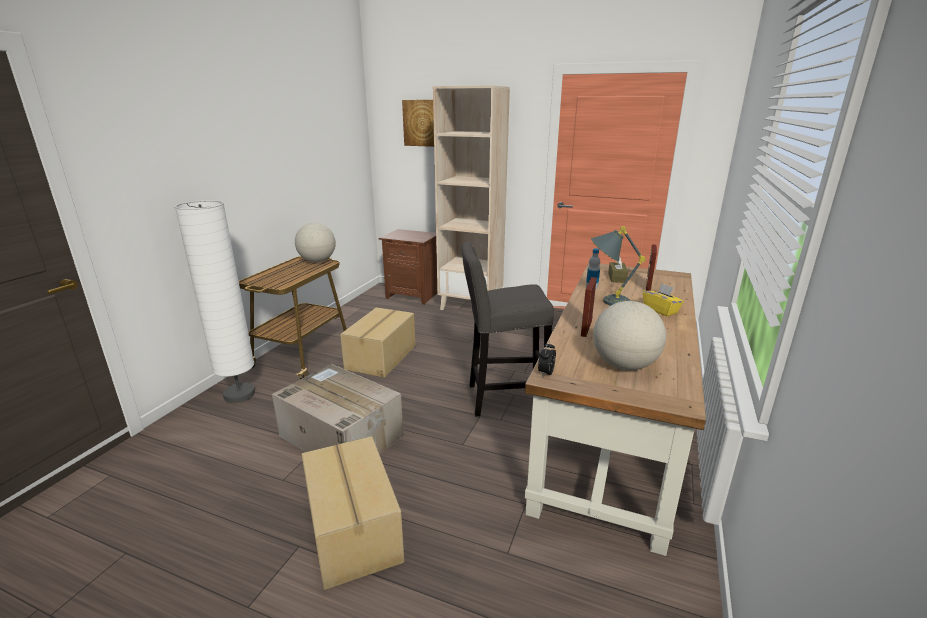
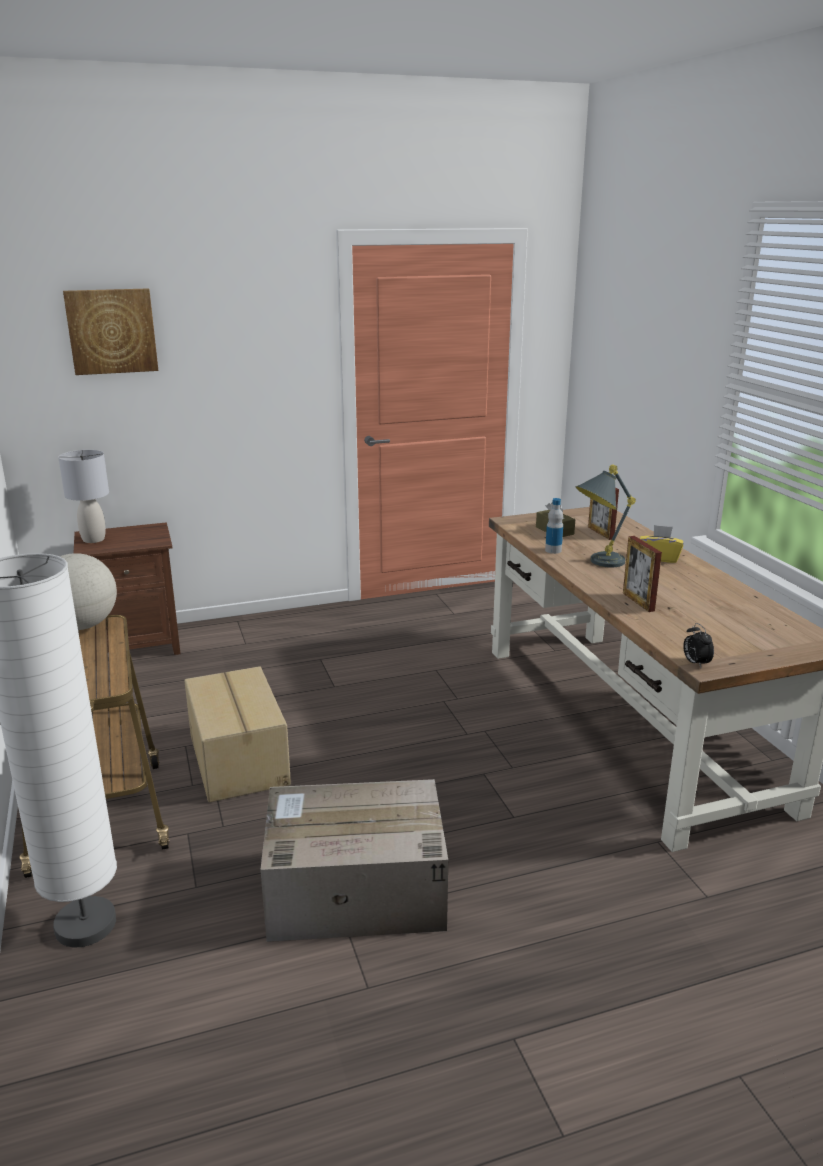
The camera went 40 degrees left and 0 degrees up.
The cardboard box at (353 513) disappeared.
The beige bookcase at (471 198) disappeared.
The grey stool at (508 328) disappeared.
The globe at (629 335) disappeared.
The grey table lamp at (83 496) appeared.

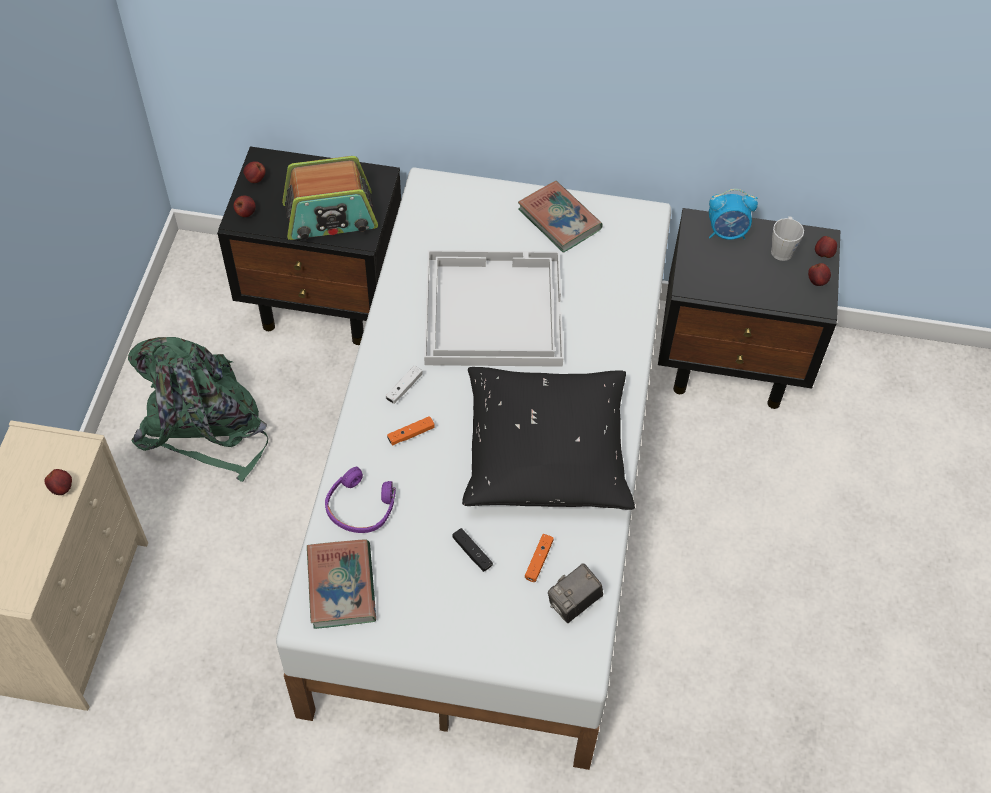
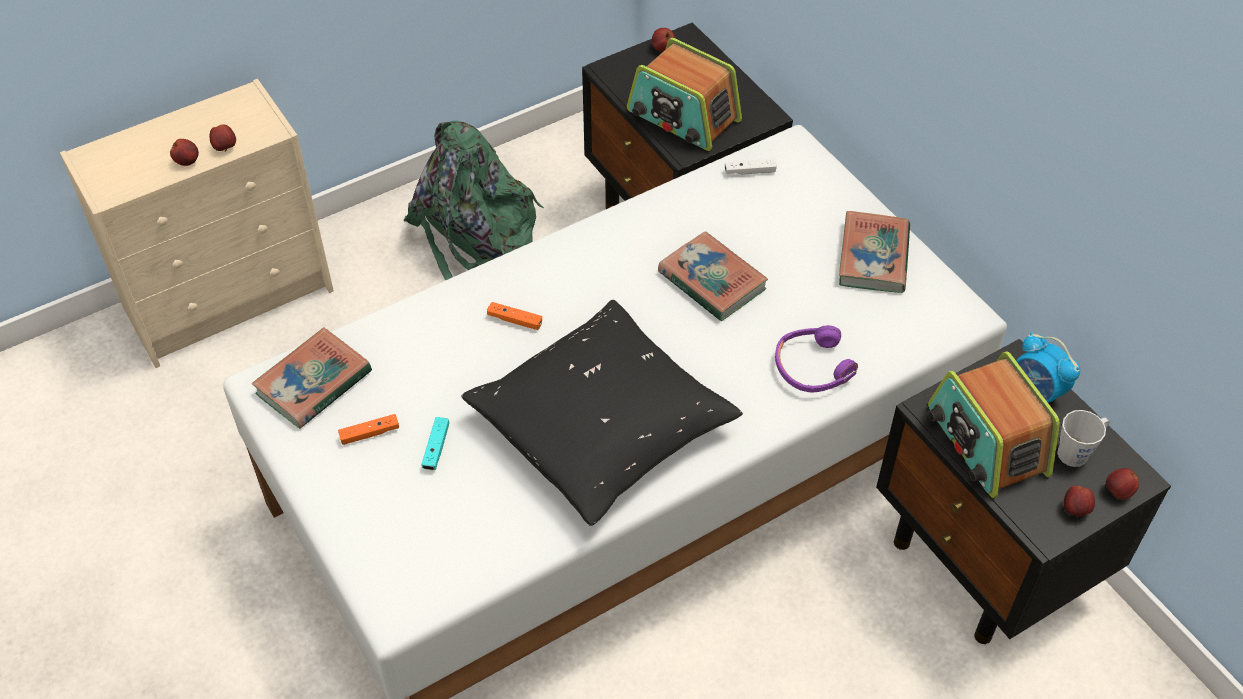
The camera went 50 degrees right and 5 degrees down.
The photo camera at (575 593) disappeared.
The radio at (994 424) appeared.
The apple moved from (245 206) to (184 152).
The purple headphones moved from (360 500) to (816 359).
The white game controller moved from (404 384) to (751 167).
The orange game controller moved from (539 558) to (368 429).
The white tray at (494 308) was replaced by the book at (713 276).
The black game controller at (473 550) became the turquoise game controller at (435 443).

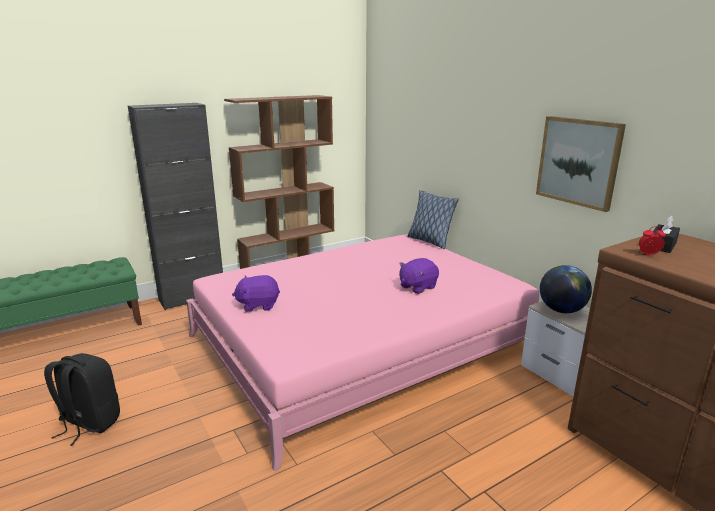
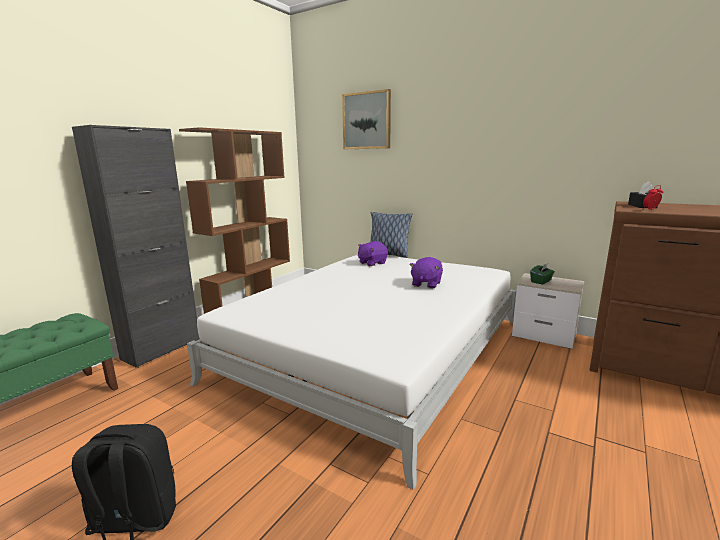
The camera went 25 degrees left and 5 degrees down.
The purple plush toy moved from (256 293) to (373 253).
The picture moved from (581 164) to (366 119).
The globe at (566 289) was replaced by the green tissue box at (542 274).
The pink bed at (362 352) became the white bed at (351 372).

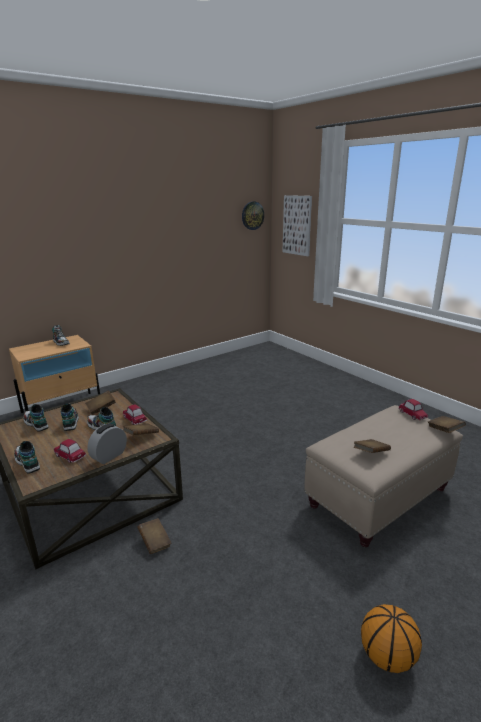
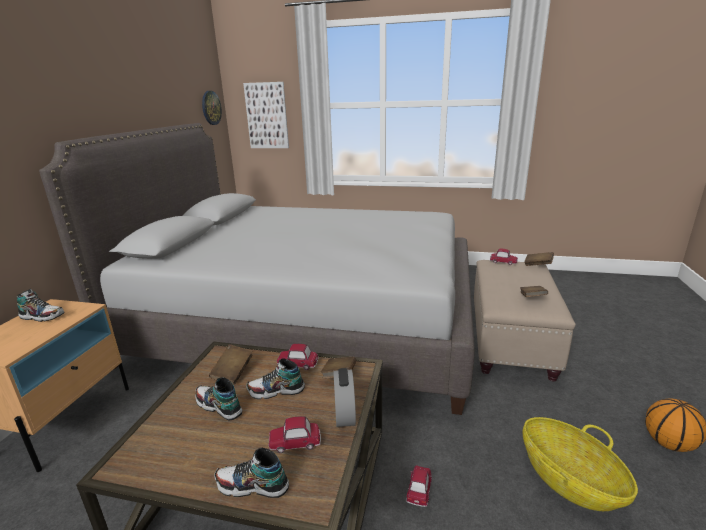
The camera went 40 degrees left and 0 degrees up.
The shoe at (36 418) disappeared.
The grey bed at (257 269) appeared.
The basket at (580 464) appeared.
The brown book at (154 536) was replaced by the toy car at (419 486).

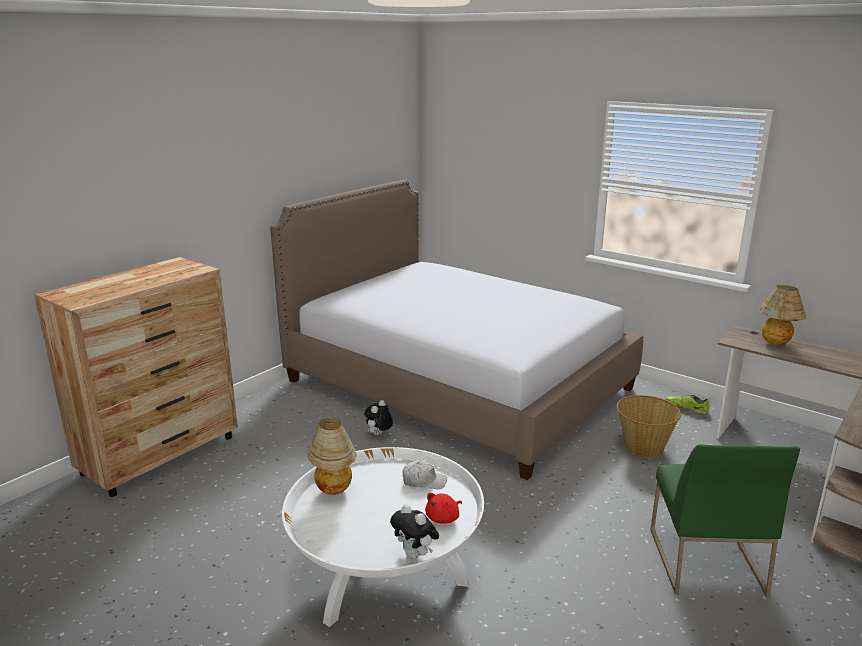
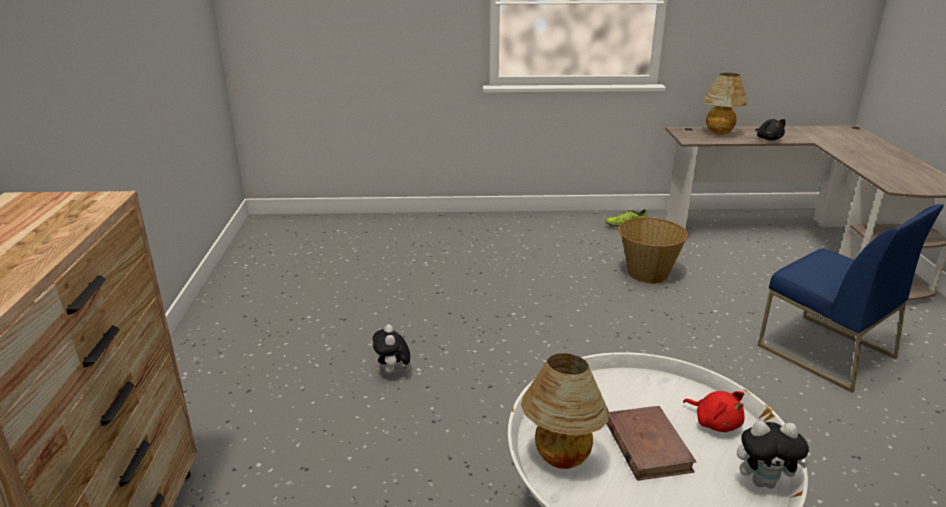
The camera went 40 degrees left and 5 degrees up.
The bed at (456 329) disappeared.
The white cap at (424 474) disappeared.
The brown book at (651 443) appeared.
The black plush toy at (770 129) appeared.
The green chair at (725 520) became the blue chair at (851 298).
The red plush toy at (443 508) turned 45 degrees counterclockwise.

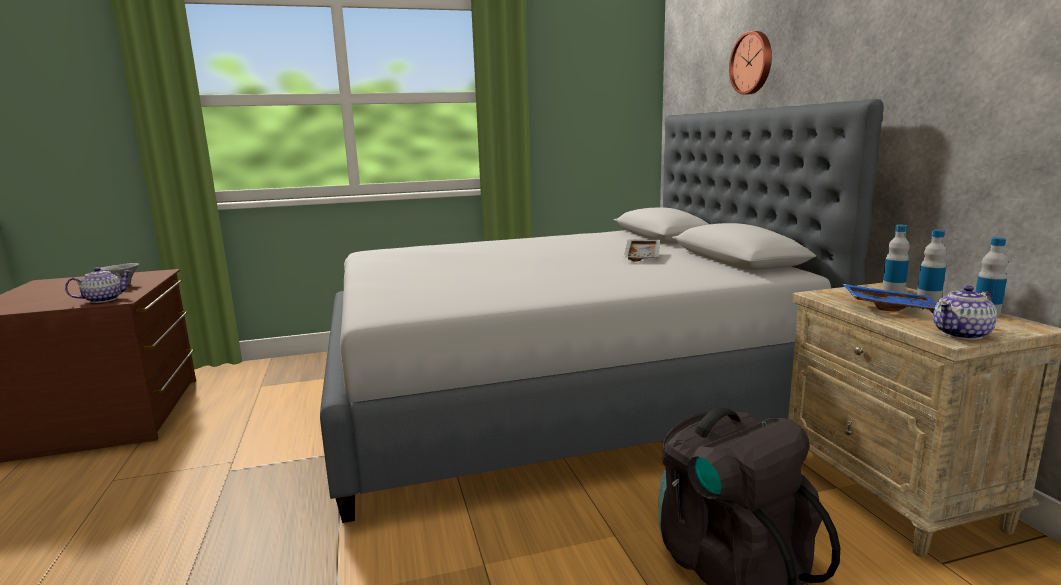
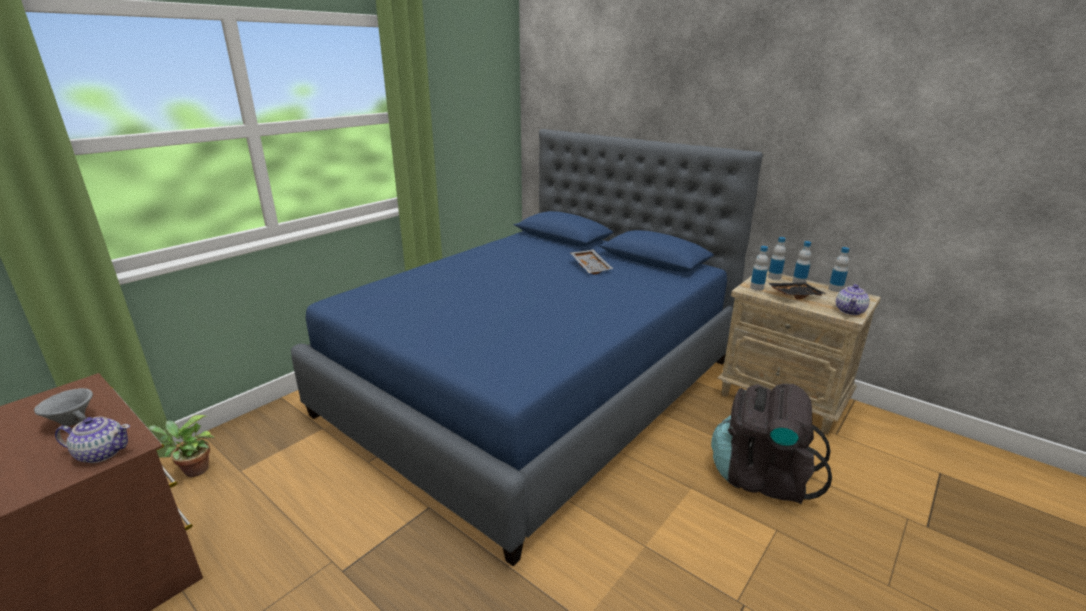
The camera went 35 degrees left and 10 degrees up.
The wall clock at (750 62) disappeared.
The potted plant at (181 446) appeared.
The bottle at (759 268) appeared.
The grey bed at (602 311) became the blue bed at (527 347).
The blue tray at (890 298) became the black tray at (797 290).
The teapot at (98 285) turned 75 degrees clockwise.

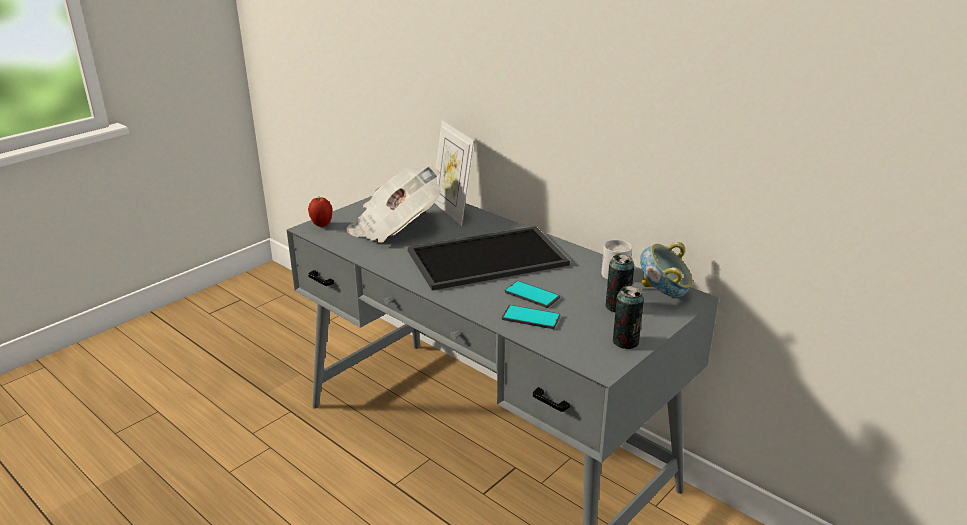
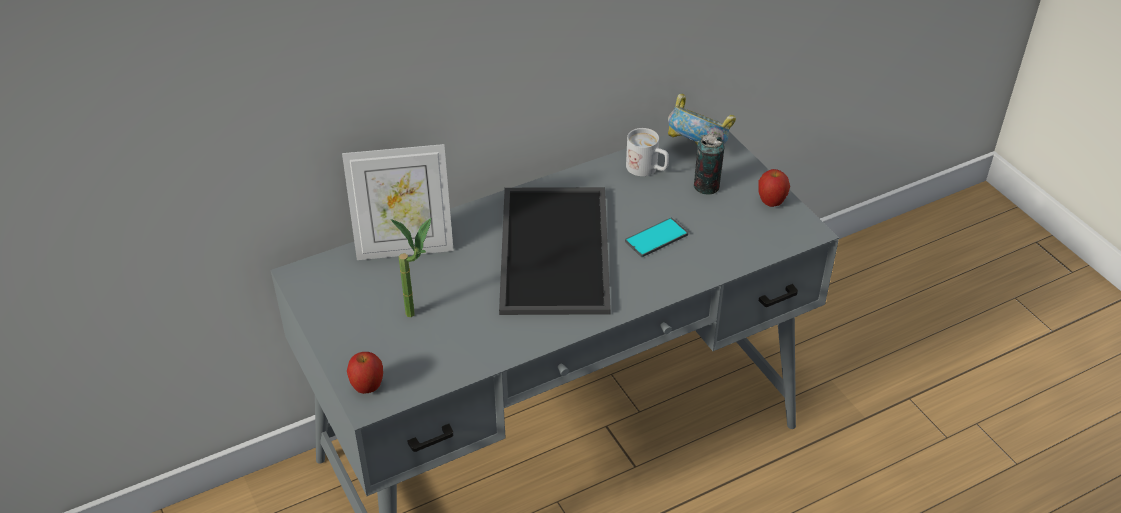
The camera went 70 degrees left and 15 degrees up.
The phone at (531 317) disappeared.
The newspaper at (394 204) was replaced by the potted plant at (411 267).
The can at (628 317) was replaced by the apple at (774 188).

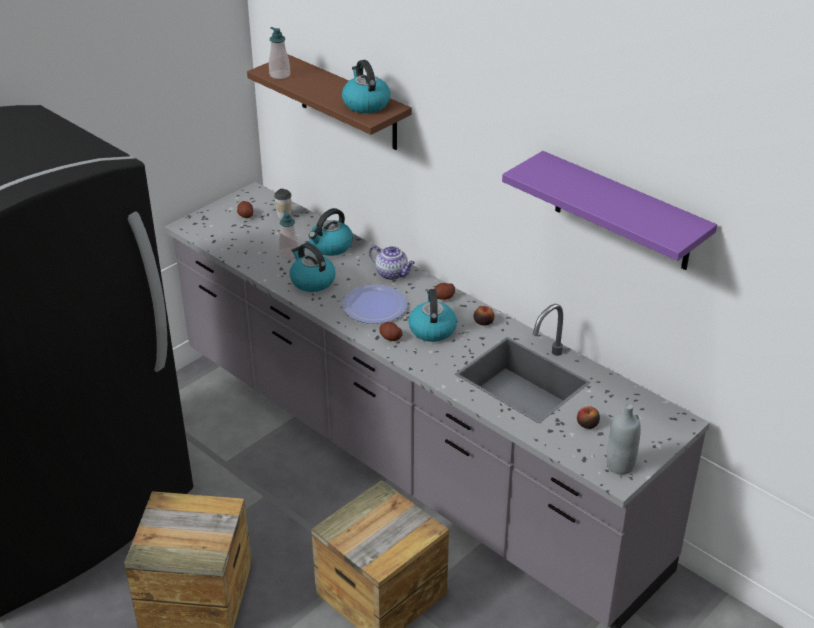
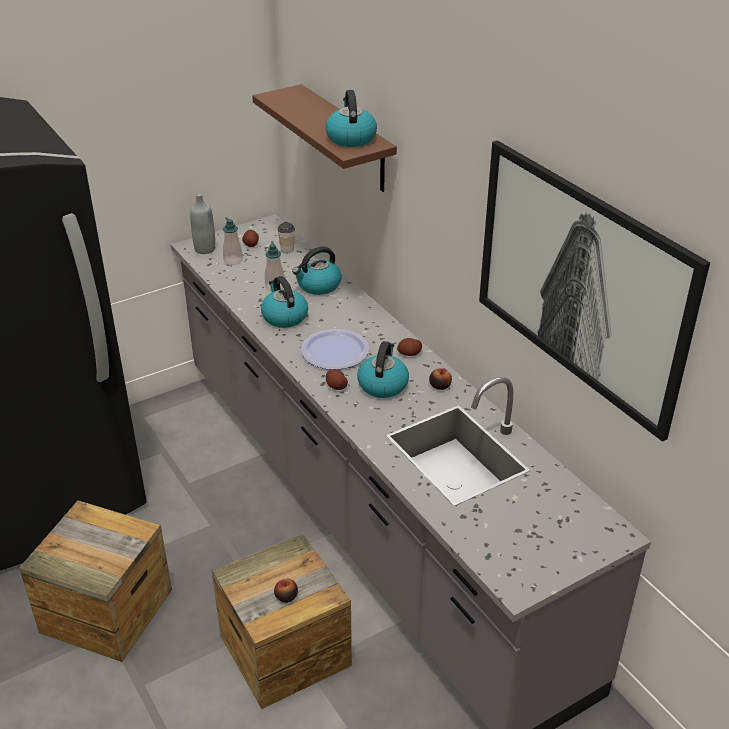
The camera went 15 degrees right and 0 degrees up.
The teapot at (392 262) disappeared.
The soap dispenser moved from (279 53) to (233 241).
The apple moved from (588 417) to (286 590).
The grey bottle moved from (624 439) to (202 223).
The purple shelf at (609 210) was replaced by the picture at (594 291).

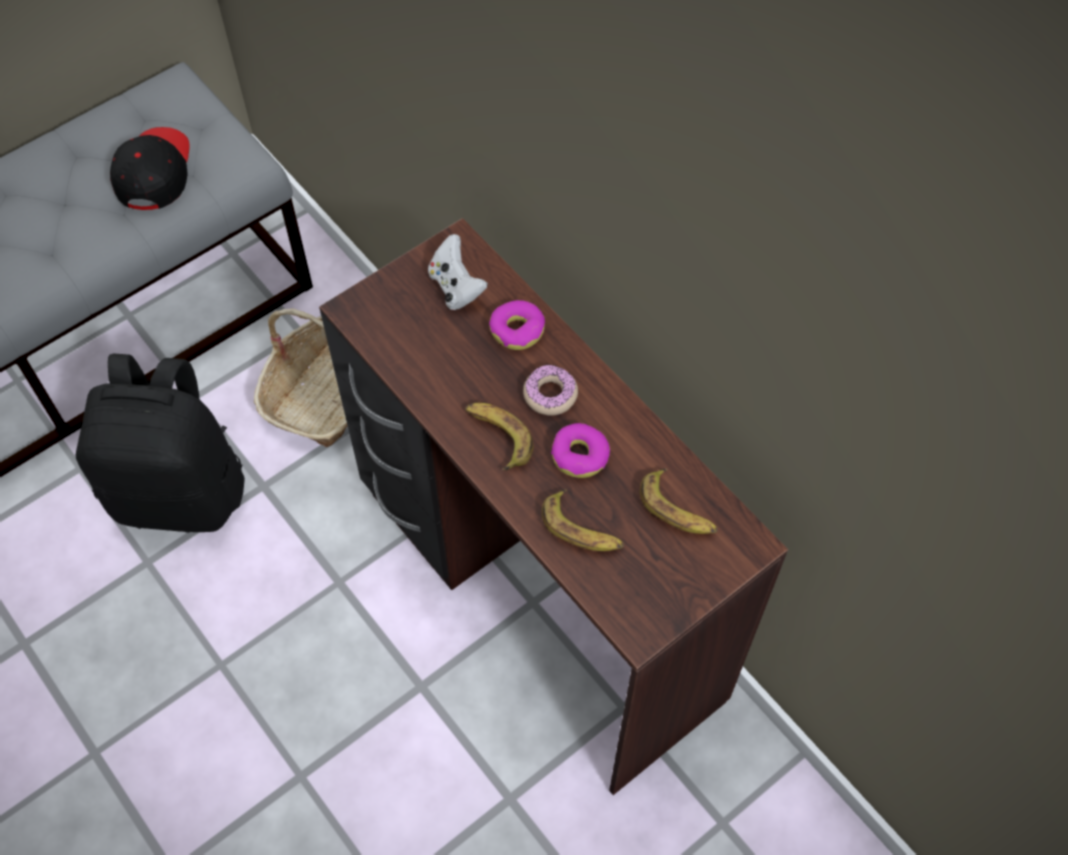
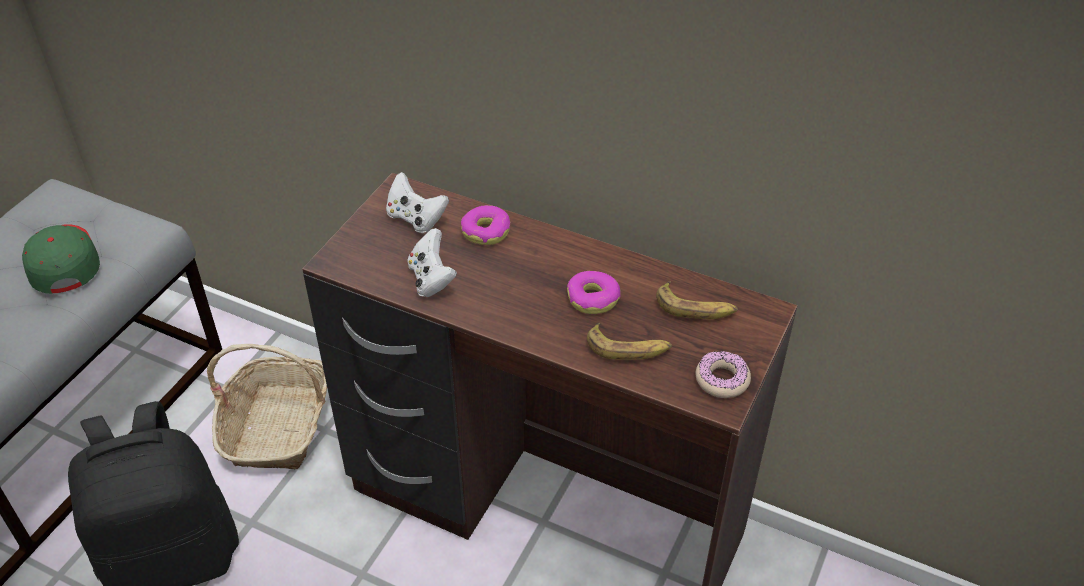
The camera went 25 degrees left and 15 degrees down.
The banana at (499 437) disappeared.
The white game controller at (432 262) appeared.
The donut moved from (550 390) to (723 374).
The black cap at (150 168) became the green cap at (61 259).

